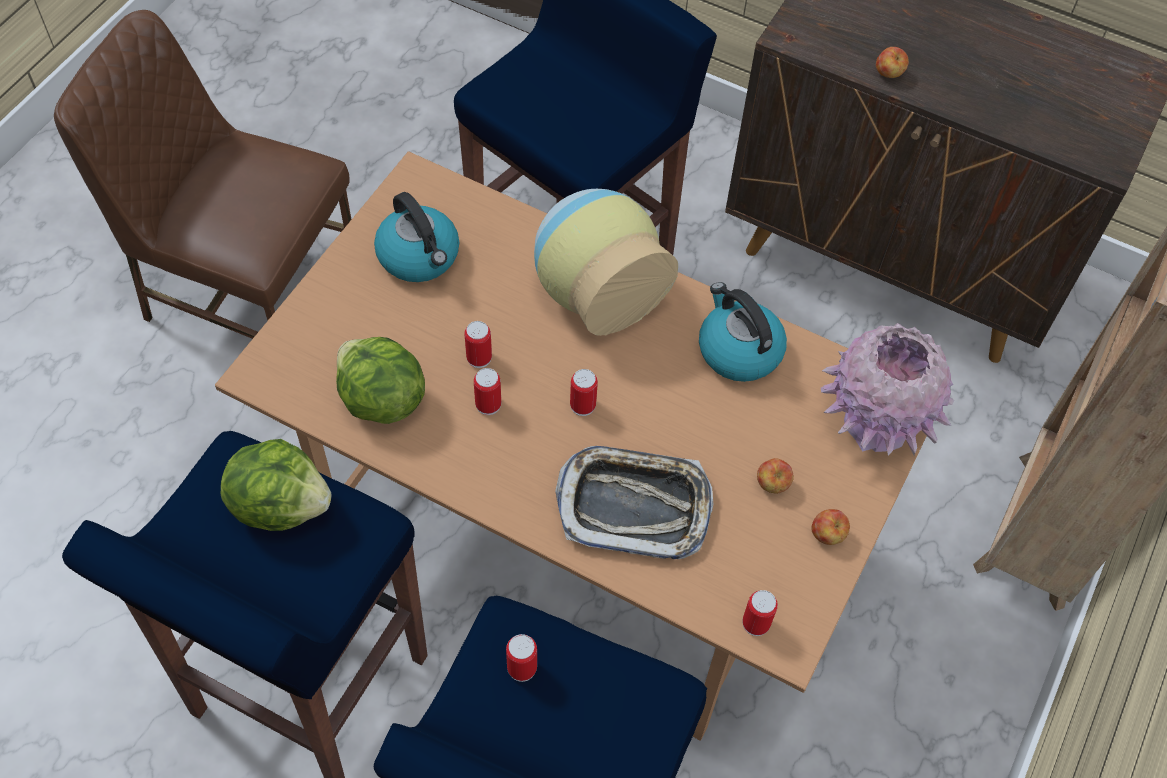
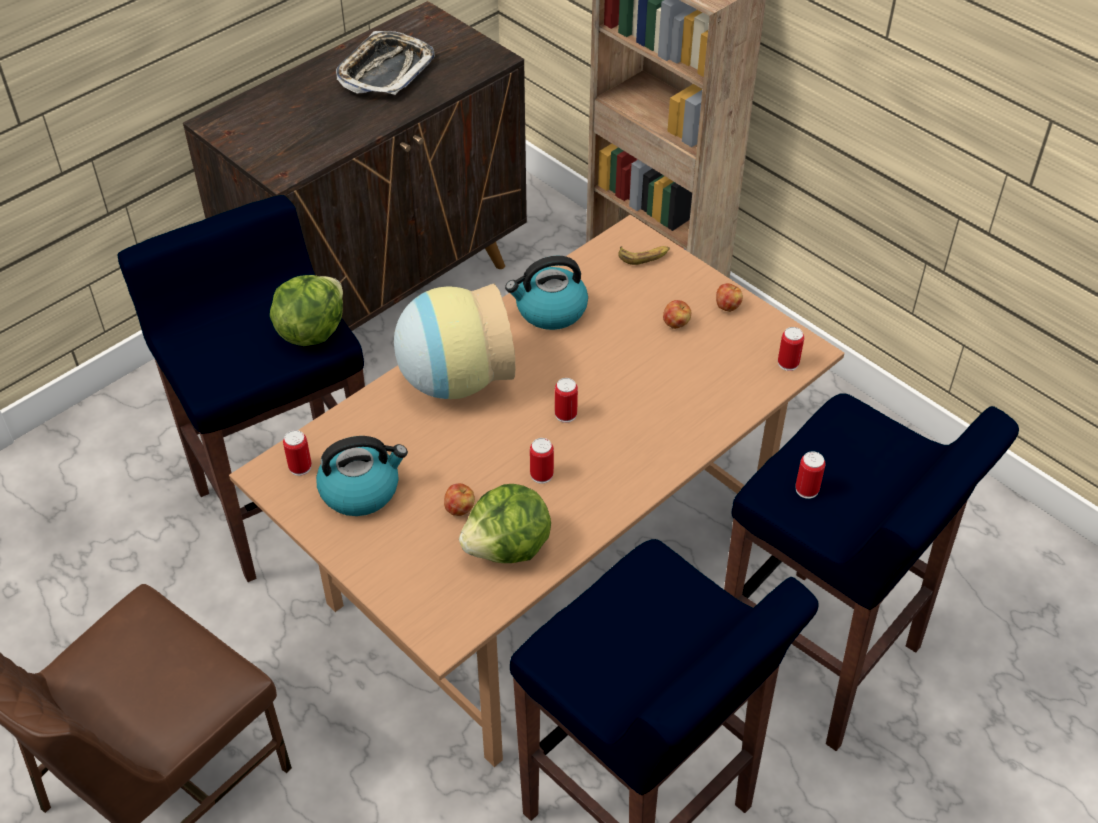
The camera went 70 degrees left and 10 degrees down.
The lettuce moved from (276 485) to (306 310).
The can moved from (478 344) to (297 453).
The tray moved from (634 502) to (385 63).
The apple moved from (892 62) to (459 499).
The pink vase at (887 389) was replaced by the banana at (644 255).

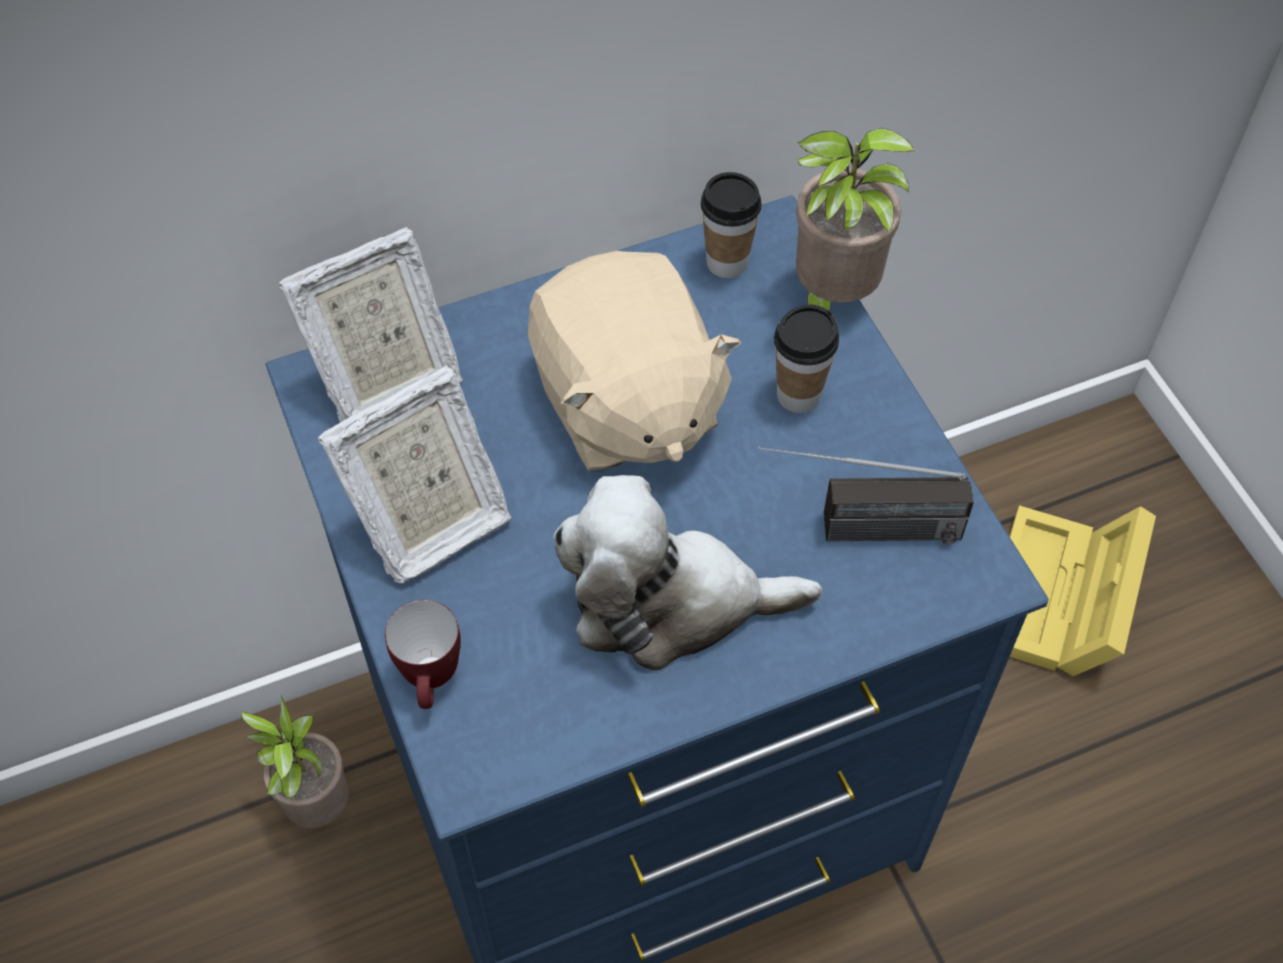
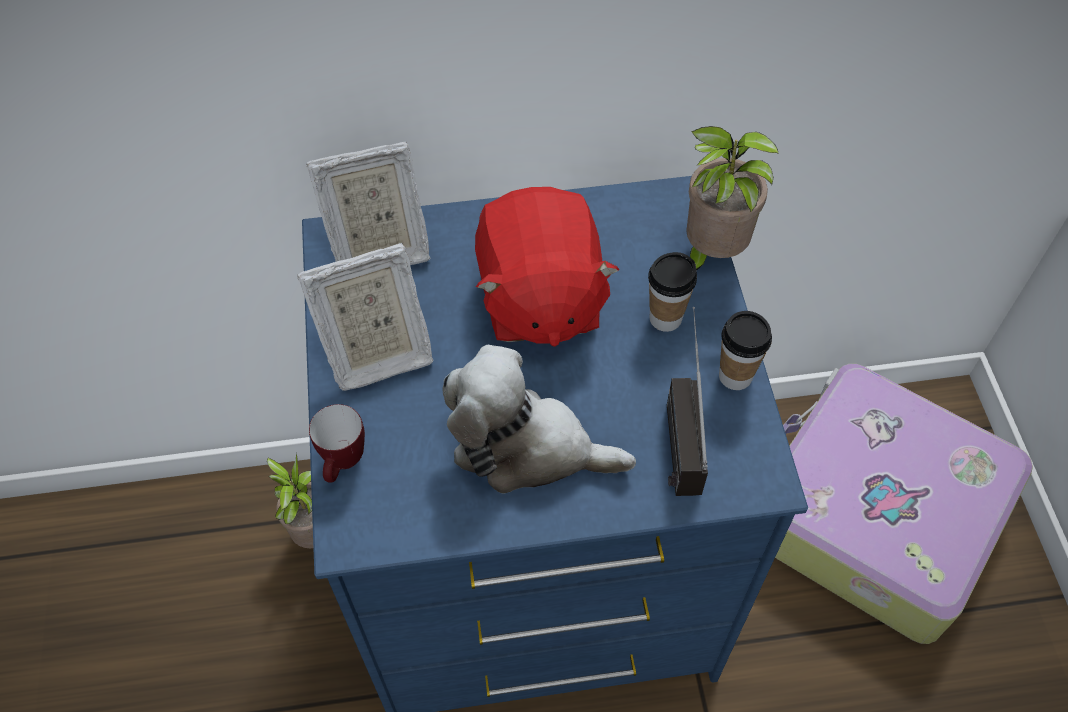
The camera went 15 degrees right and 0 degrees up.
The cup moved from (731 225) to (745 350).
The yellow storage box at (1082 590) was replaced by the suitcase at (904 504).
The beige plush toy at (635 361) became the red plush toy at (547 267).
The radio at (865 495) turned 75 degrees clockwise.

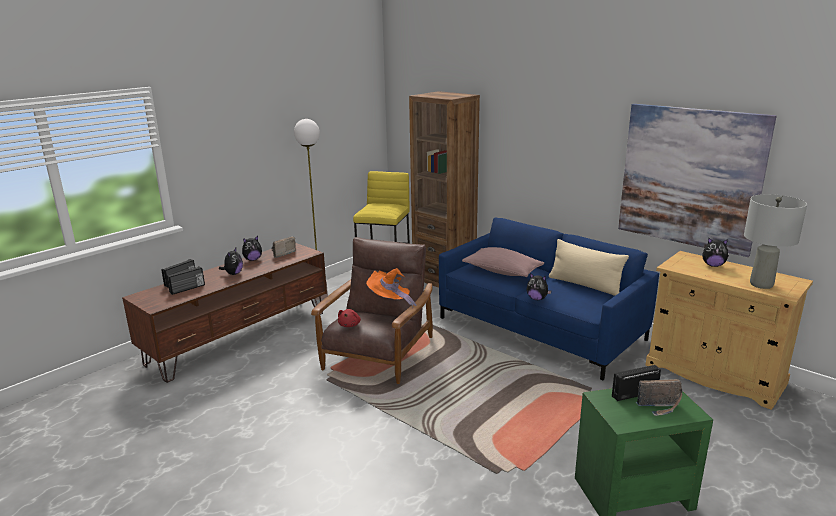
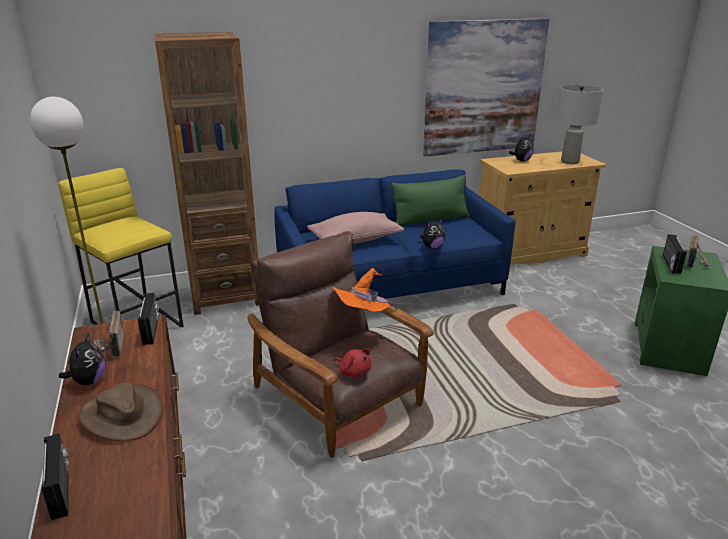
The camera went 60 degrees left and 5 degrees up.
The radio moved from (186 280) to (148 319).
The plush toy at (231 261) was replaced by the brown hat at (120 412).
The beige pillow at (589 267) became the green pillow at (430 200).

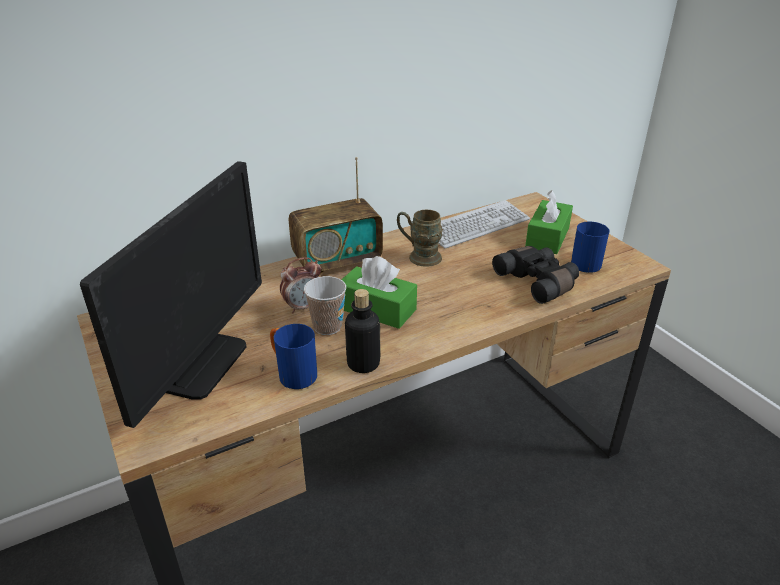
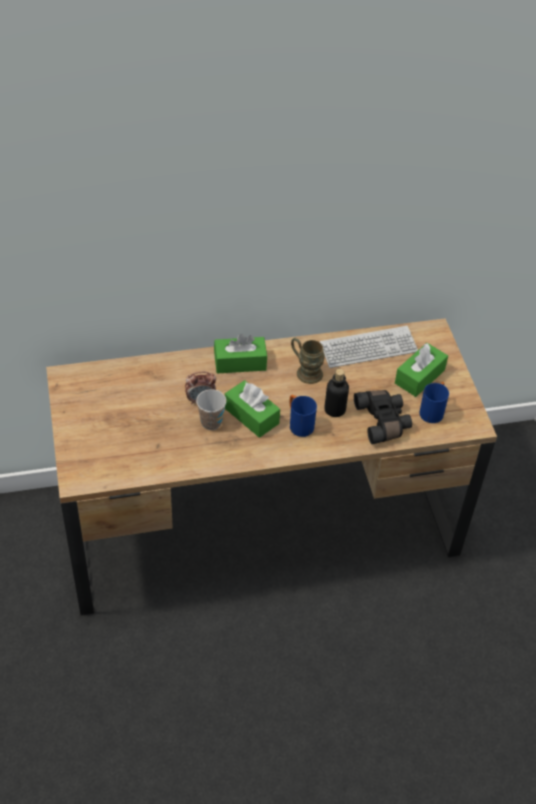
The camera went 15 degrees right and 15 degrees up.
The monitor at (171 294) disappeared.
The blue mug moved from (293 356) to (303 416).
The bottle moved from (363 331) to (336 393).
The radio at (336 216) was replaced by the green tissue box at (240 353).

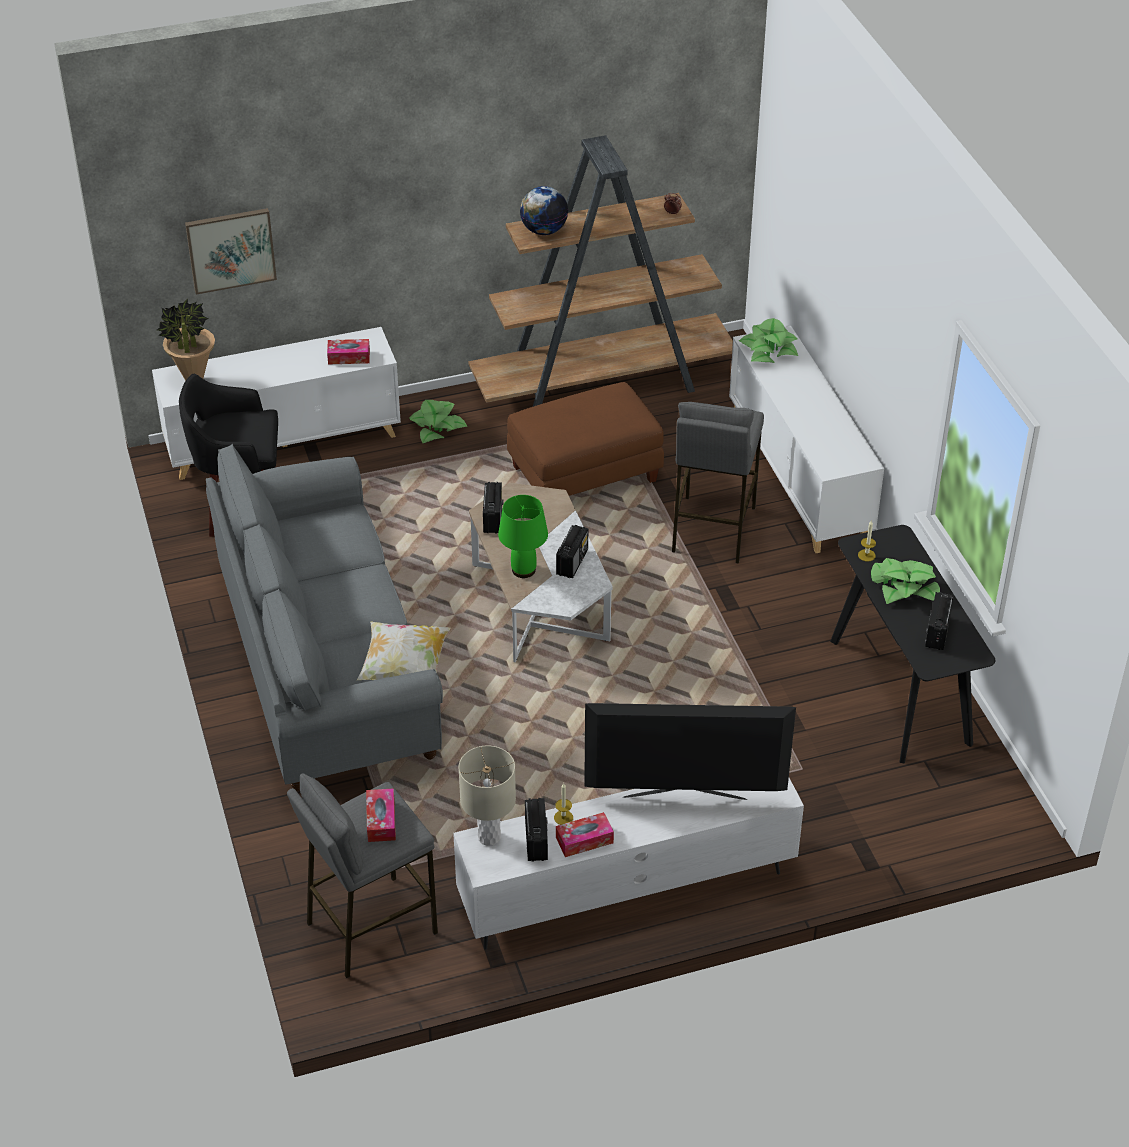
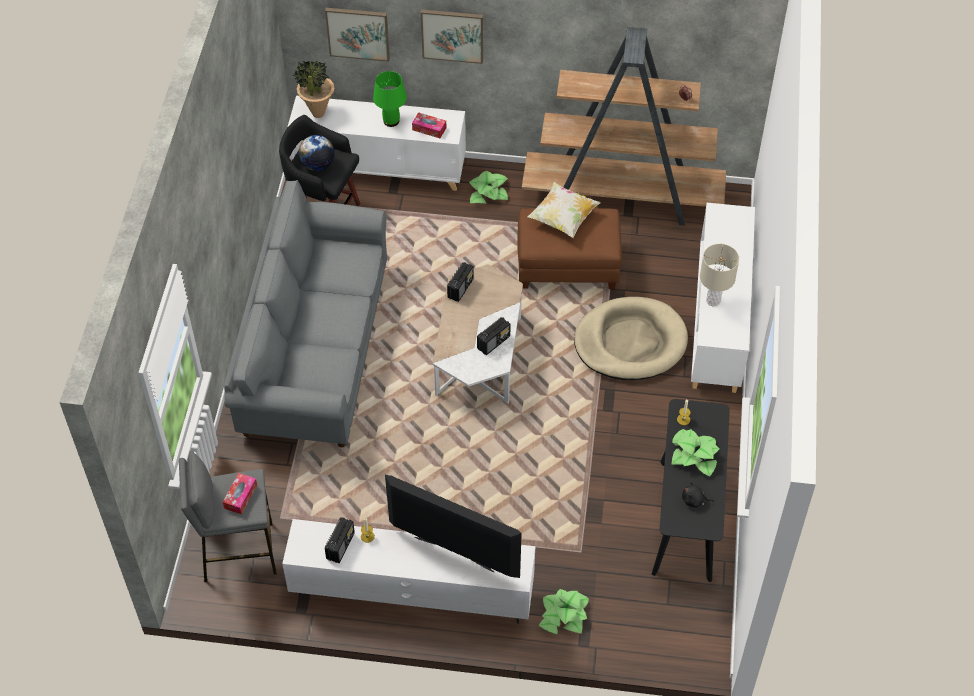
The camera went 25 degrees right and 10 degrees up.
The tissue box at (585 834) disappeared.
The picture at (452 36) appeared.
The pillow moved from (403 650) to (564 210).
The beige table lamp moved from (487 796) to (719 275).
The green table lamp moved from (523 536) to (390 99).
The globe moved from (544 210) to (317 153).
The potted plant moved from (768 340) to (563 611).
The grey stool at (718 483) was replaced by the beige dog bed at (631 338).
The radio at (939 621) was replaced by the black plush toy at (698 495).

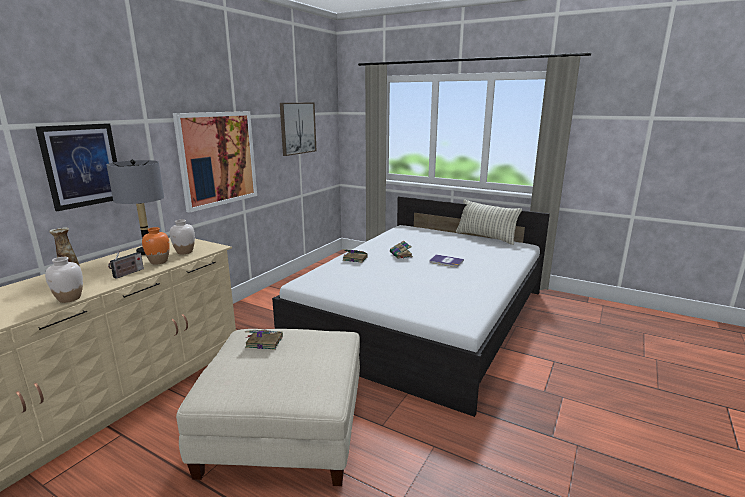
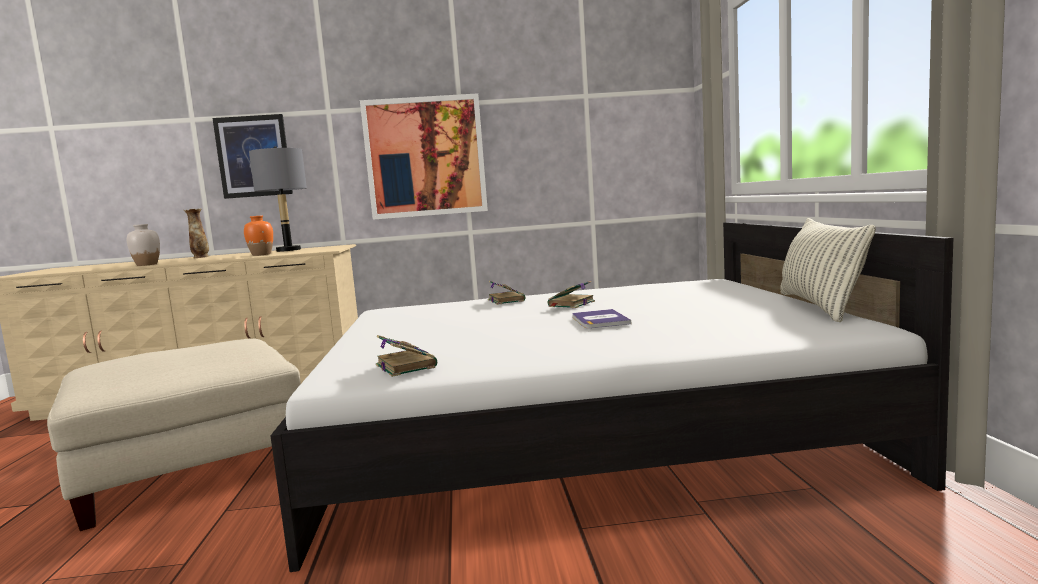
The camera went 55 degrees right and 10 degrees down.
The radio at (126 264) disappeared.
The white vase at (182 236) disappeared.
The picture at (298 129) disappeared.
The book moved from (264 339) to (406 356).

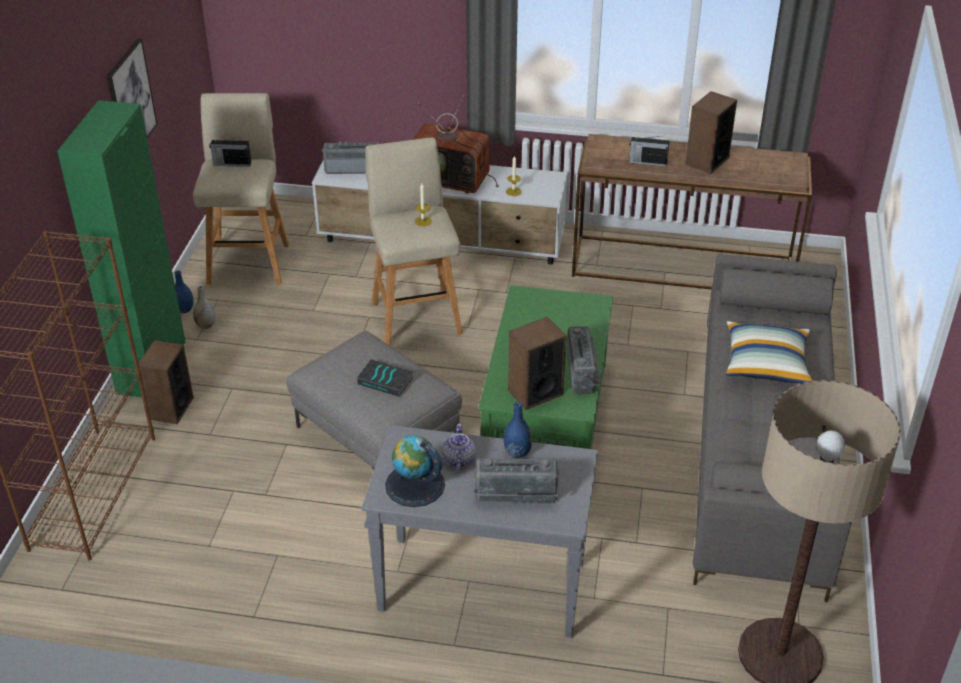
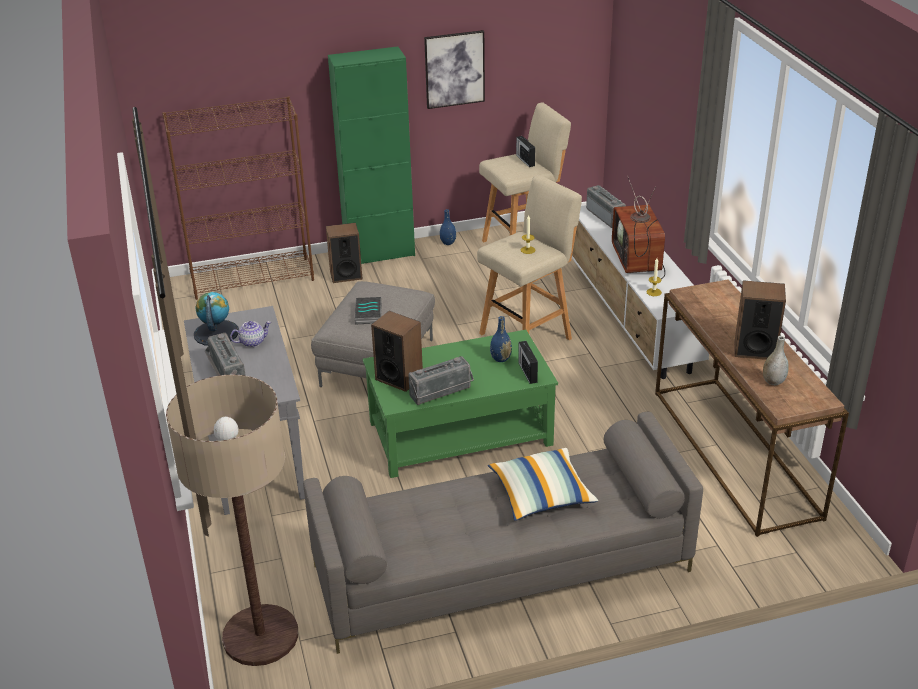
The camera went 65 degrees right and 5 degrees down.
The grey vase moved from (204 307) to (776 360).
The blue vase moved from (518 429) to (501 339).
The radio moved from (649 151) to (528 362).

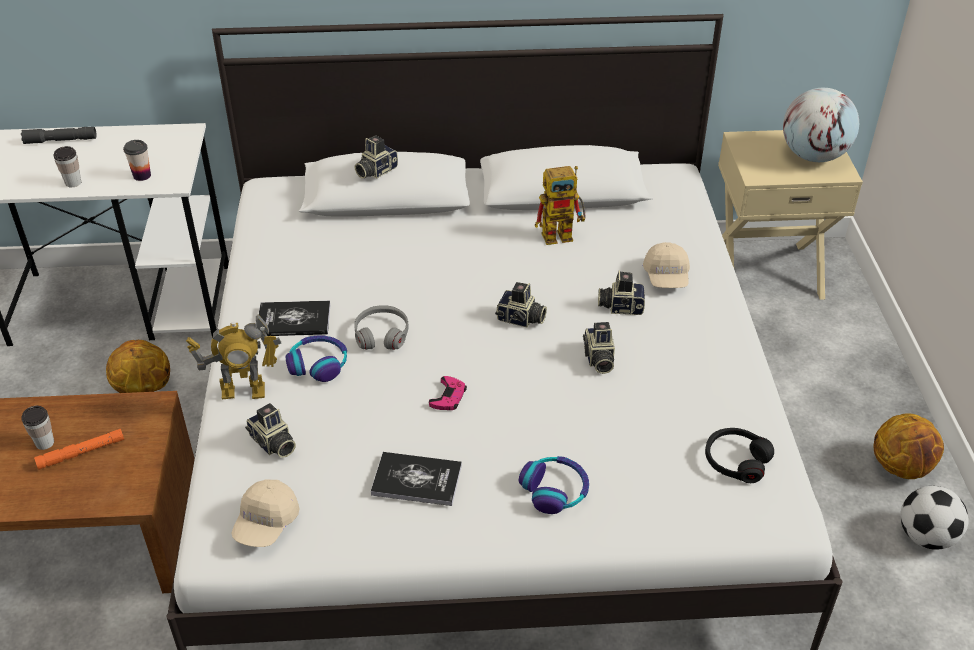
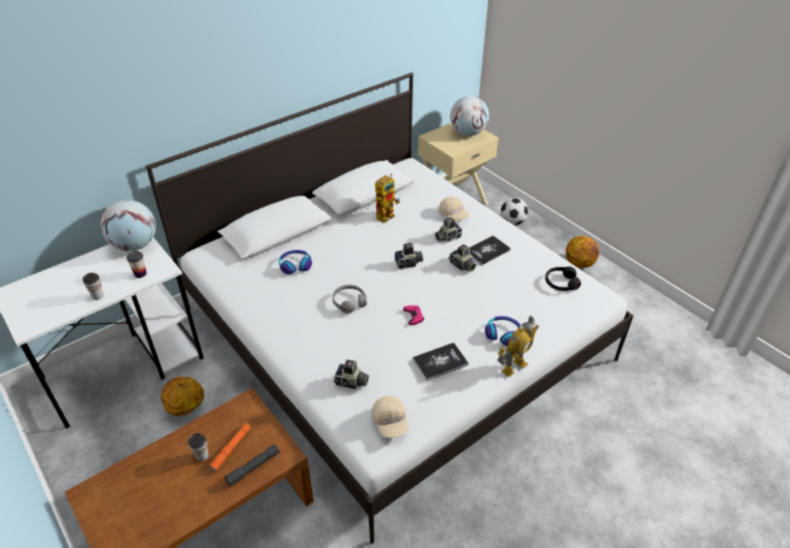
The camera went 35 degrees left and 0 degrees up.
The photo camera at (376 157) disappeared.
The globe at (128 225) appeared.
The grey flashlight moved from (58 135) to (252 465).
The toy robot moved from (233 357) to (518 346).
The book moved from (294 318) to (490 251).
The headphones moved from (316 358) to (295 262).
The football moved from (934 518) to (514 211).

